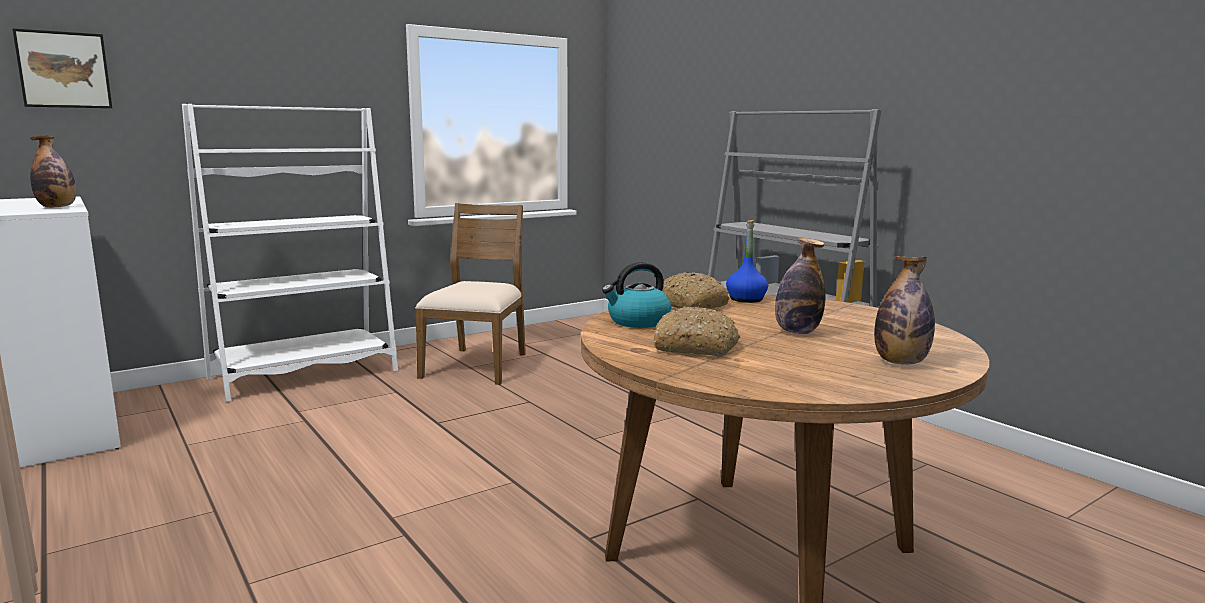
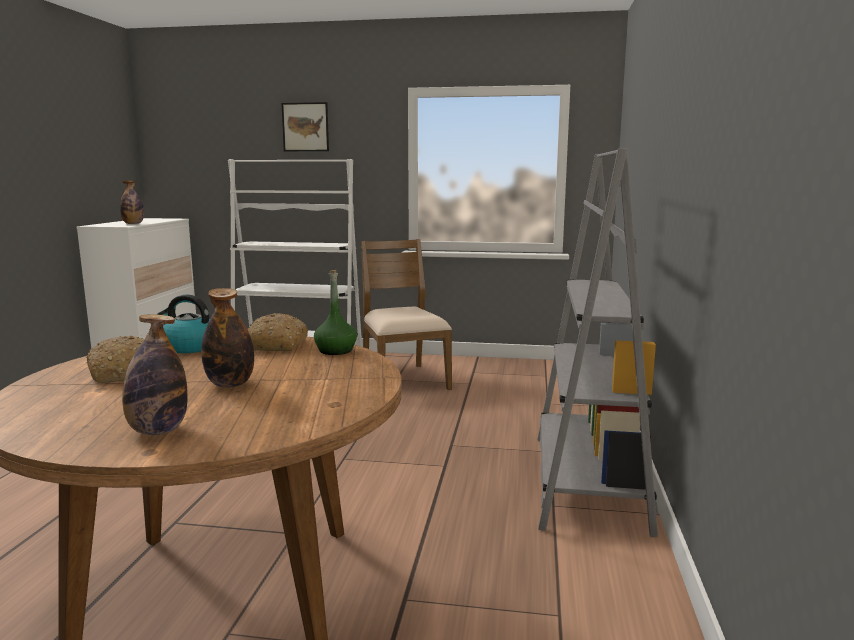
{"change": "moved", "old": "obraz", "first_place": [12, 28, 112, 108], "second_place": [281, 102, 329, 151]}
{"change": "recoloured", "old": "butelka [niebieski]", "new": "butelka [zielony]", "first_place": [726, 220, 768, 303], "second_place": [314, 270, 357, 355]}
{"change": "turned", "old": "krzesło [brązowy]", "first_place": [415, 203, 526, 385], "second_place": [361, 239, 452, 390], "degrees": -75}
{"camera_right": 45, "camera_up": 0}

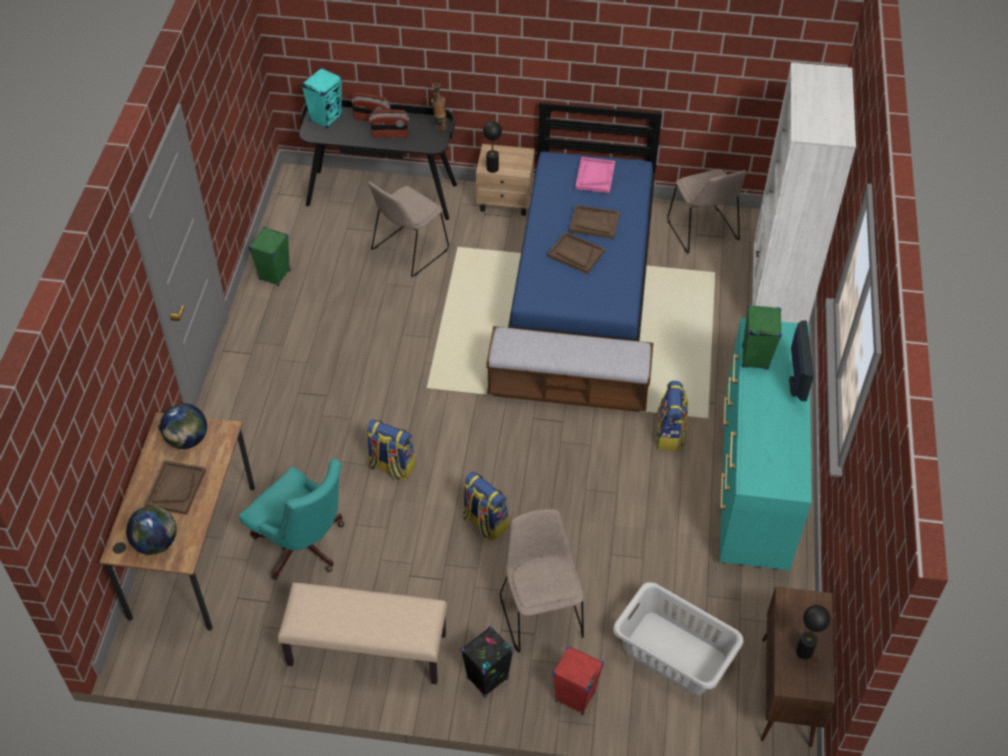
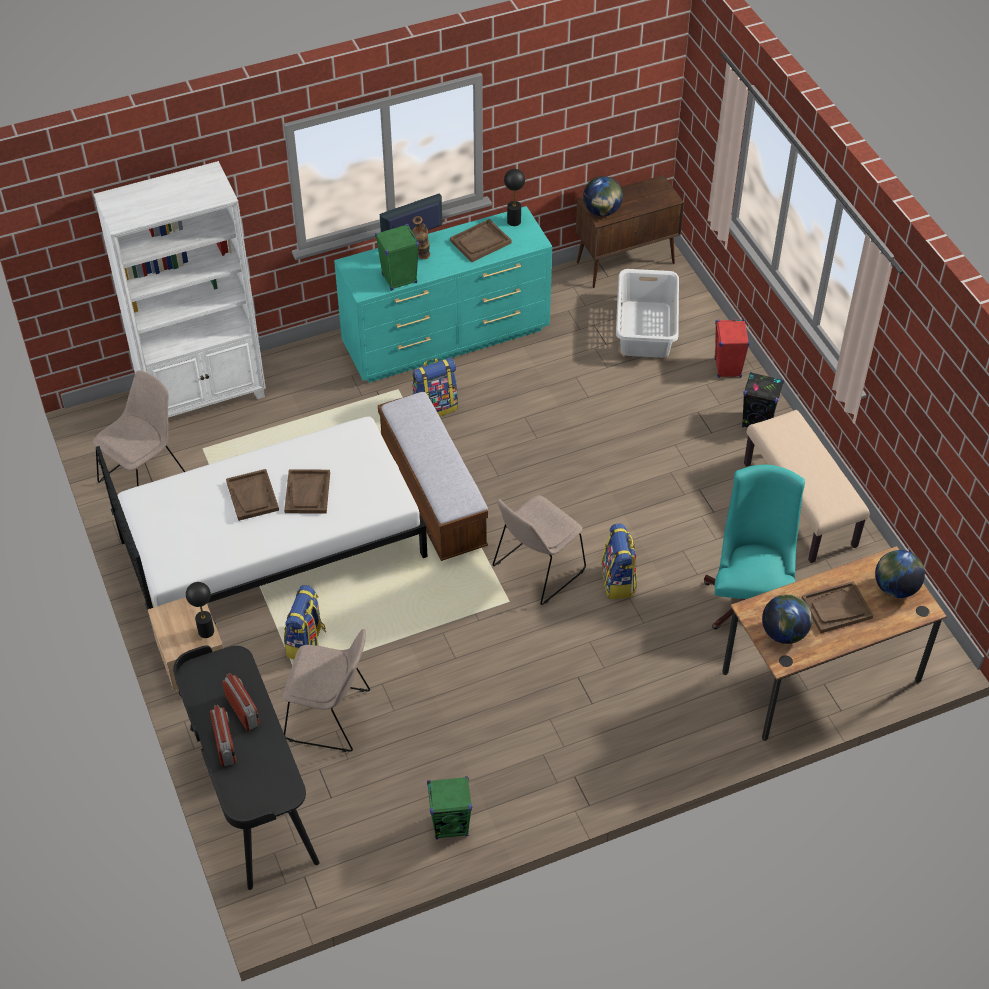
{"change": "recoloured", "old": "łóżko [niebieski]", "new": "łóżko [biały]", "first_place": [508, 102, 662, 341], "second_place": [96, 417, 428, 609]}
{"change": "moved", "old": "plecak", "first_place": [462, 471, 509, 541], "second_place": [284, 585, 326, 659]}
{"change": "moved", "old": "wazon", "first_place": [431, 83, 447, 131], "second_place": [412, 216, 430, 259]}
{"change": "added", "new": "taca [brązowy]", "second_place": [450, 219, 511, 262]}
{"change": "moved", "old": "krzesło [beżowy]", "first_place": [500, 509, 584, 652], "second_place": [493, 495, 586, 605]}
{"change": "moved", "old": "lampa stołowa [czarny]", "first_place": [796, 605, 830, 659], "second_place": [504, 169, 525, 226]}
{"change": "added", "new": "globus", "second_place": [583, 176, 623, 216]}
{"change": "removed", "old": "głośnik [turkusowy]", "first_place": [301, 68, 342, 129]}
{"change": "removed", "old": "taca [różowy]", "first_place": [575, 157, 615, 193]}
{"camera_right": -120, "camera_up": 0}

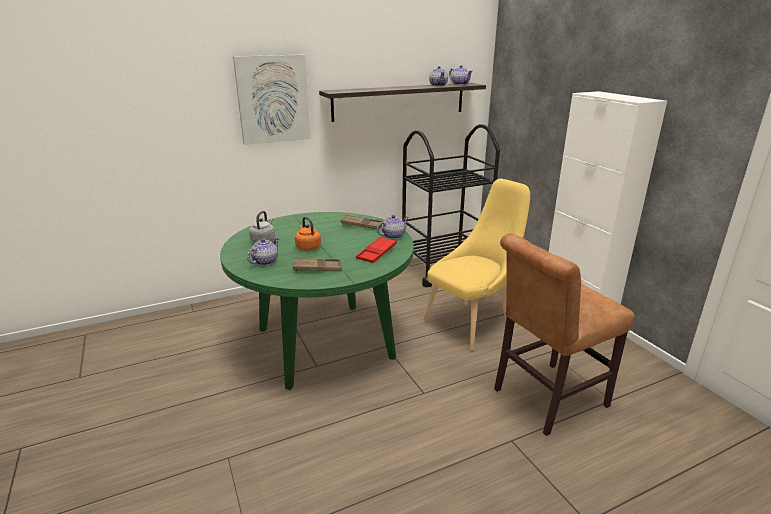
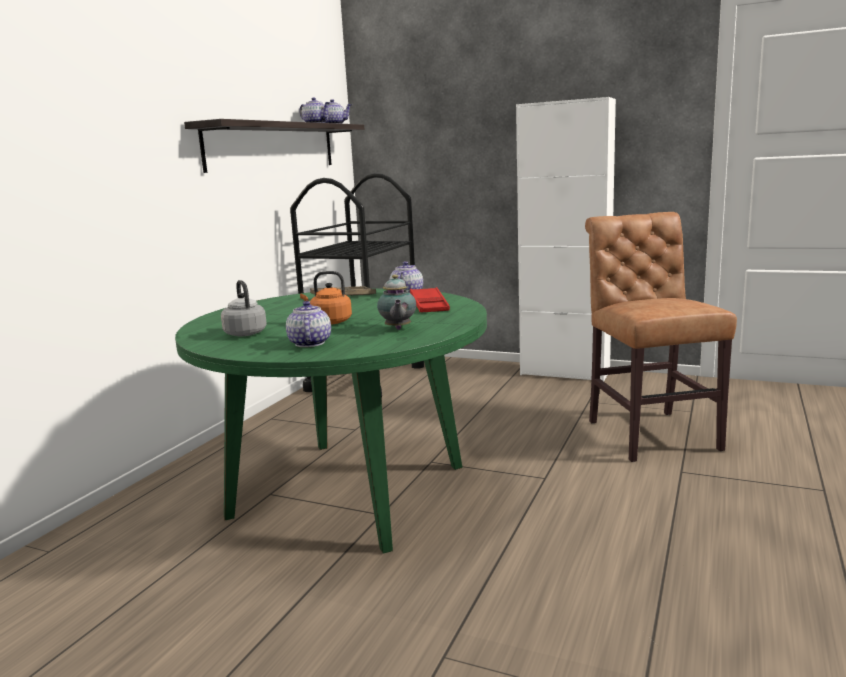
{"change": "replaced", "old": "taca [brązowy]", "new": "imbryk", "first_place": [293, 258, 342, 271], "second_place": [377, 275, 416, 330]}
{"change": "turned", "old": "krzesło [brązowy]", "first_place": [494, 233, 634, 436], "second_place": [585, 212, 737, 462], "degrees": 150}
{"change": "removed", "old": "obraz", "first_place": [233, 55, 311, 145]}
{"change": "removed", "old": "krzesło [żółty]", "first_place": [423, 179, 530, 351]}
{"camera_right": -40, "camera_up": -10}

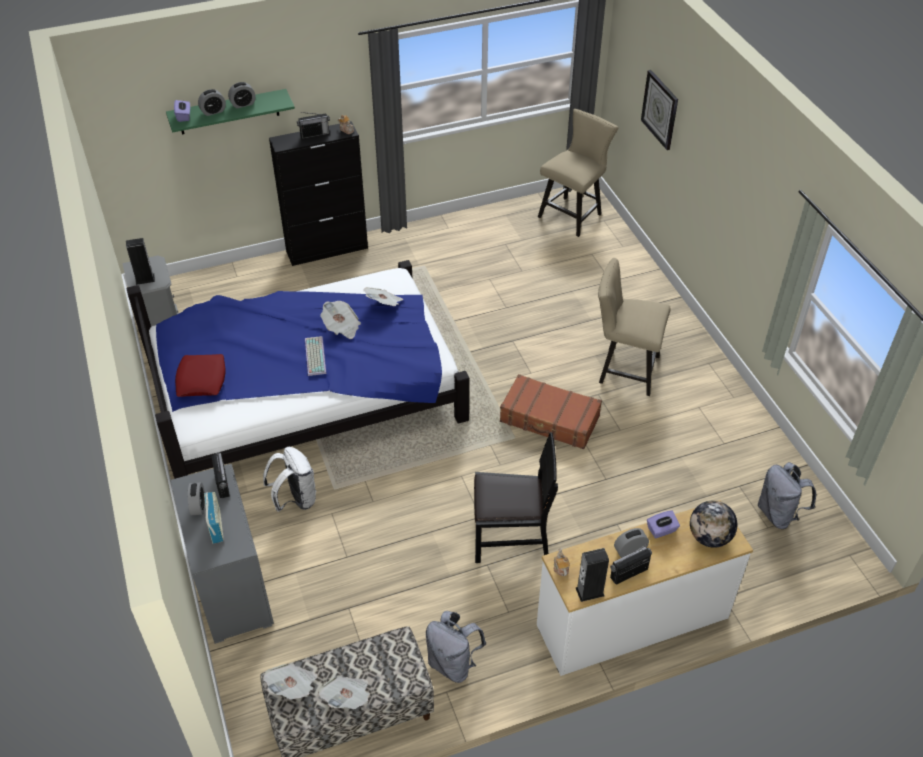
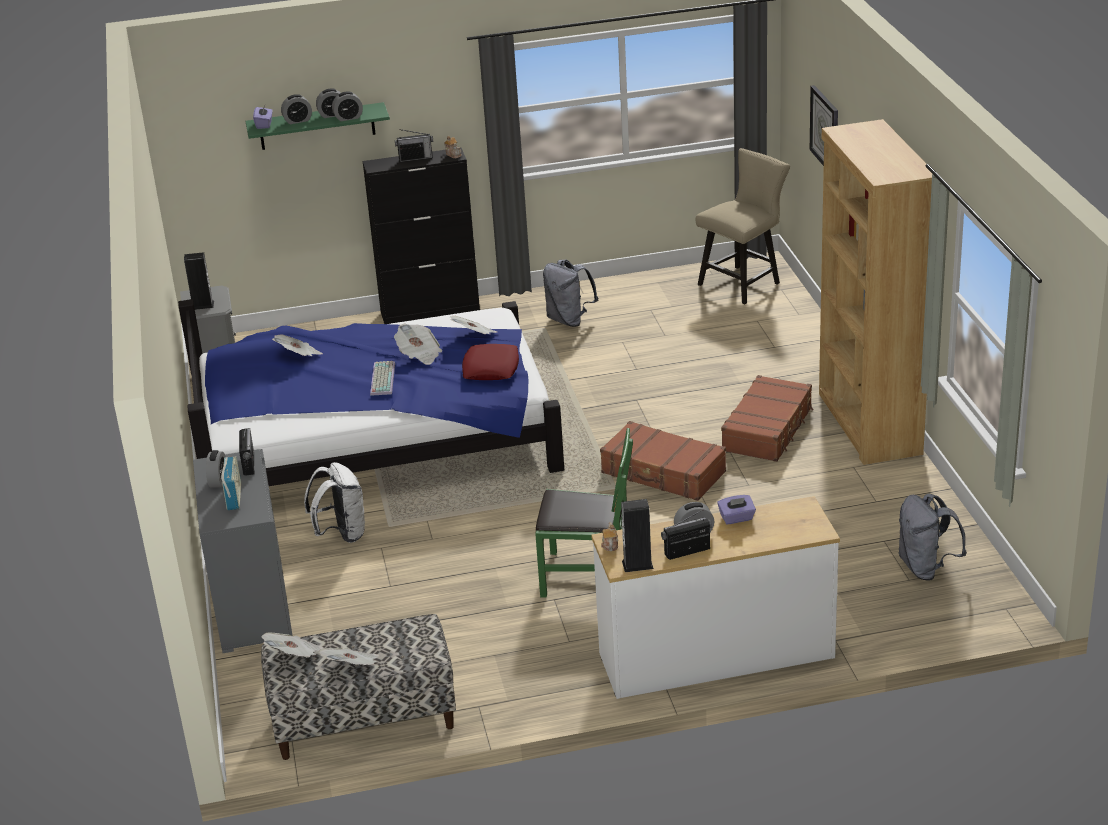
{"change": "added", "new": "gazeta", "second_place": [272, 335, 323, 356]}
{"change": "added", "new": "budzik", "second_place": [332, 91, 363, 121]}
{"change": "moved", "old": "poduszka [czerwony]", "first_place": [175, 354, 226, 397], "second_place": [462, 344, 519, 380]}
{"change": "recoloured", "old": "krzesło [czarny]", "new": "krzesło [zielony]", "first_place": [474, 432, 558, 563], "second_place": [535, 428, 633, 598]}
{"change": "moved", "old": "plecak [szary]", "first_place": [426, 611, 486, 683], "second_place": [543, 259, 598, 327]}
{"change": "replaced", "old": "krzesło [beżowy]", "new": "walizka [brązowy]", "first_place": [598, 258, 671, 396], "second_place": [721, 375, 813, 462]}
{"change": "added", "new": "regał [brązowy]", "second_place": [819, 119, 932, 465]}
{"change": "removed", "old": "globus", "first_place": [690, 501, 737, 548]}
{"camera_right": 10, "camera_up": -15}

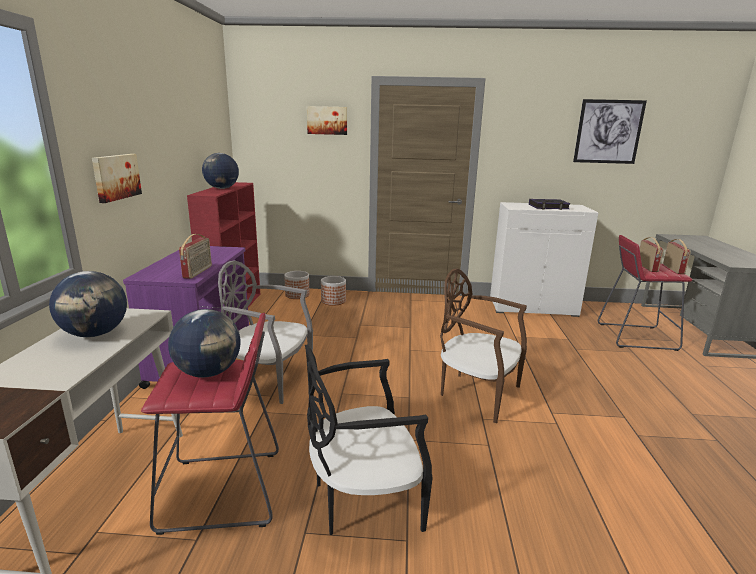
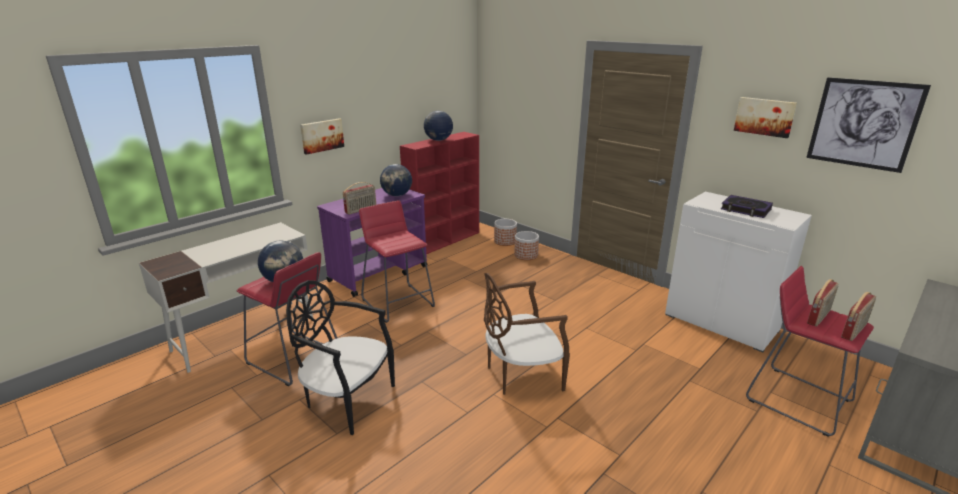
{"change": "replaced", "old": "krzesło [szary]", "new": "stołek [czerwony]", "first_place": [218, 260, 313, 404], "second_place": [359, 200, 435, 323]}
{"change": "moved", "old": "globus", "first_place": [49, 271, 127, 337], "second_place": [380, 164, 412, 196]}
{"change": "turned", "old": "krzesło [brązowy]", "first_place": [440, 268, 527, 423], "second_place": [484, 273, 570, 395], "degrees": -90}
{"change": "moved", "old": "obraz", "first_place": [307, 106, 347, 135], "second_place": [734, 97, 797, 138]}
{"camera_right": 40, "camera_up": 5}

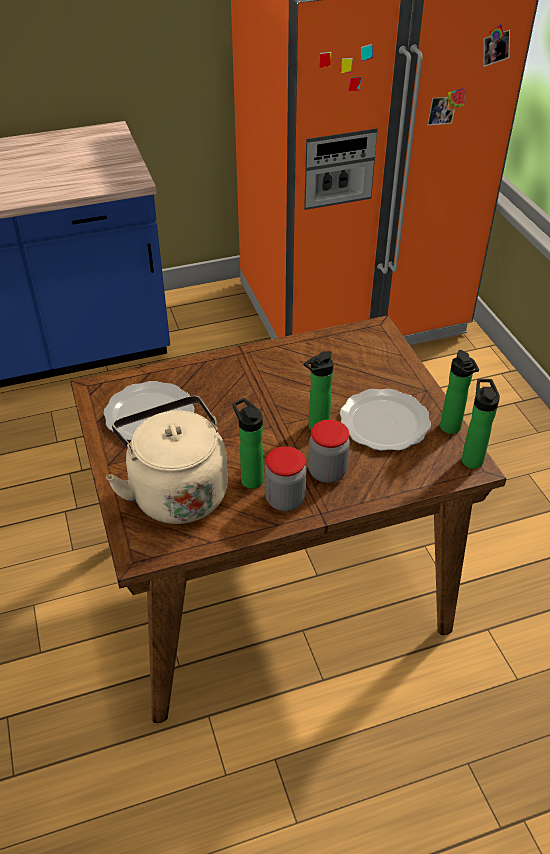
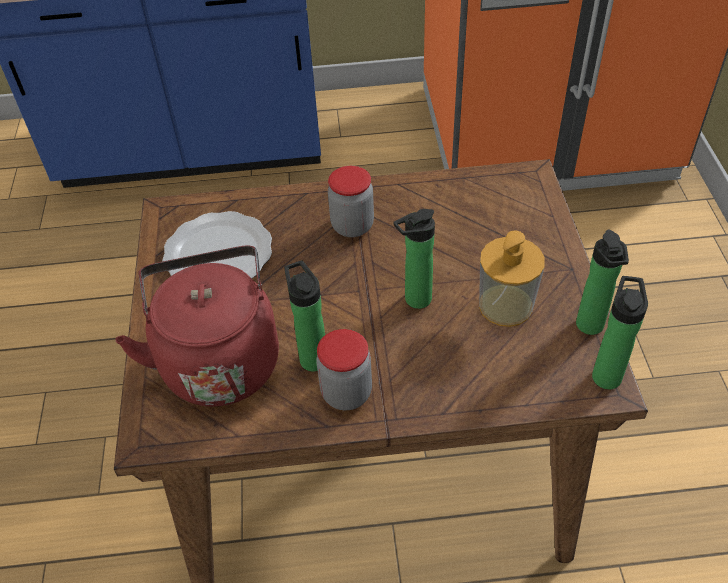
{"change": "recoloured", "old": "czajnik [beżowy]", "new": "czajnik [czerwony]", "first_place": [106, 396, 228, 524], "second_place": [115, 245, 279, 407]}
{"change": "moved", "old": "słoik", "first_place": [308, 420, 350, 483], "second_place": [328, 166, 374, 237]}
{"change": "replaced", "old": "talerz", "new": "dozownik mydła", "first_place": [340, 389, 431, 451], "second_place": [479, 230, 545, 327]}
{"camera_right": 15, "camera_up": 5}

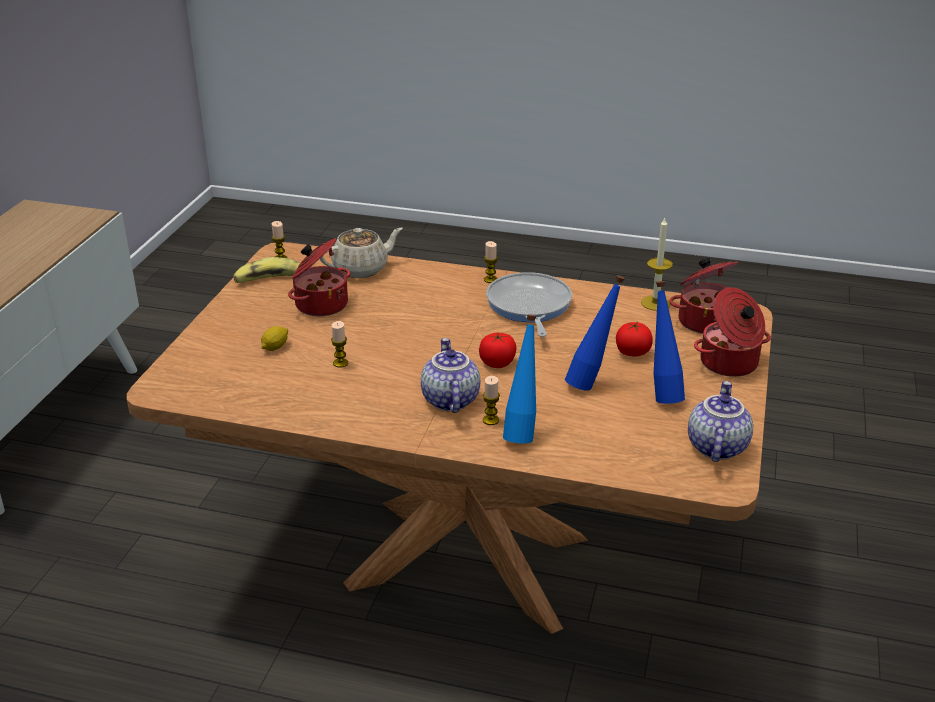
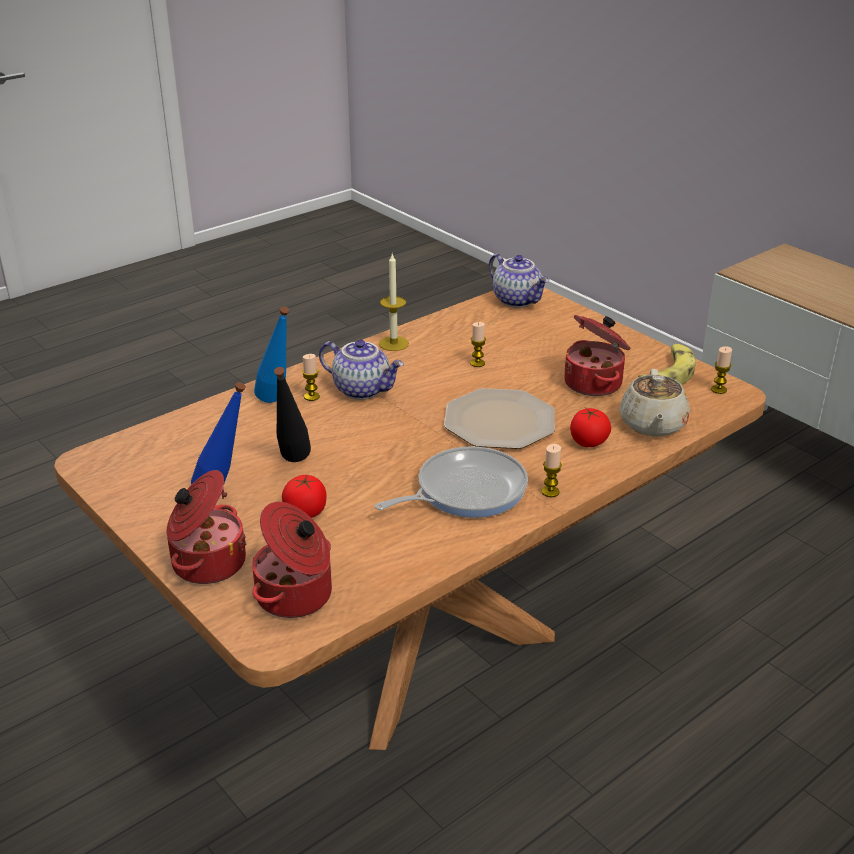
{"change": "recoloured", "old": "butelka [niebieski]", "new": "butelka [czarny]", "first_place": [565, 275, 625, 391], "second_place": [274, 367, 311, 462]}
{"change": "turned", "old": "patelnia", "first_place": [486, 272, 572, 337], "second_place": [375, 446, 528, 518], "degrees": -60}
{"change": "moved", "old": "świeca", "first_place": [641, 218, 673, 311], "second_place": [379, 254, 409, 351]}
{"change": "added", "new": "talerz", "second_place": [444, 388, 555, 449]}
{"change": "moved", "old": "imbryk", "first_place": [688, 381, 753, 462], "second_place": [489, 254, 549, 308]}
{"change": "moved", "old": "pomidor", "first_place": [479, 333, 516, 368], "second_place": [570, 408, 611, 447]}
{"change": "removed", "old": "cytryna", "first_place": [261, 326, 288, 351]}
{"camera_right": 125, "camera_up": 0}

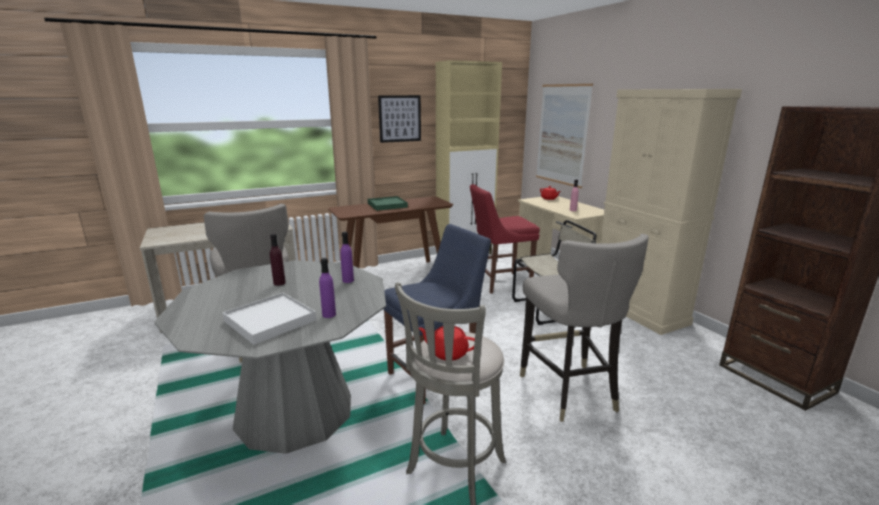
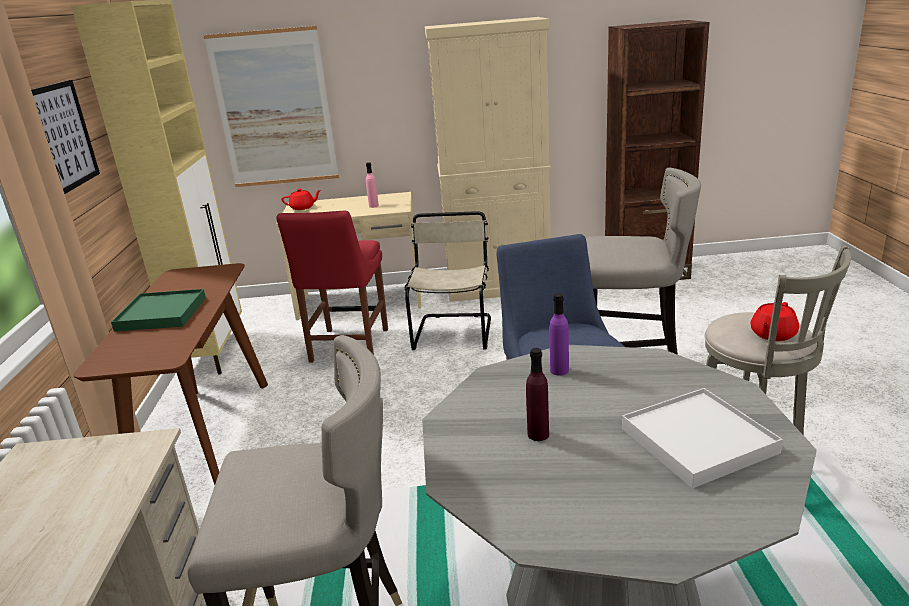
{"change": "removed", "old": "butelka [fioletowy]", "first_place": [319, 258, 336, 318]}
{"camera_right": -65, "camera_up": 5}

